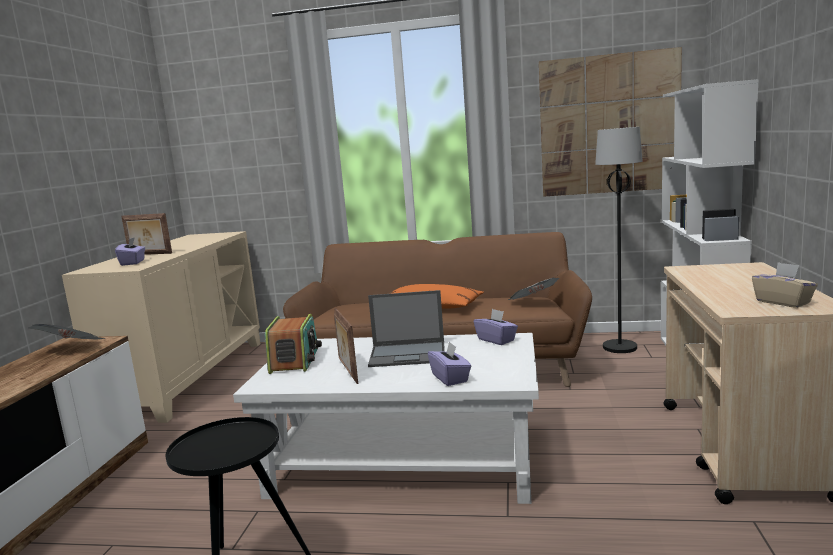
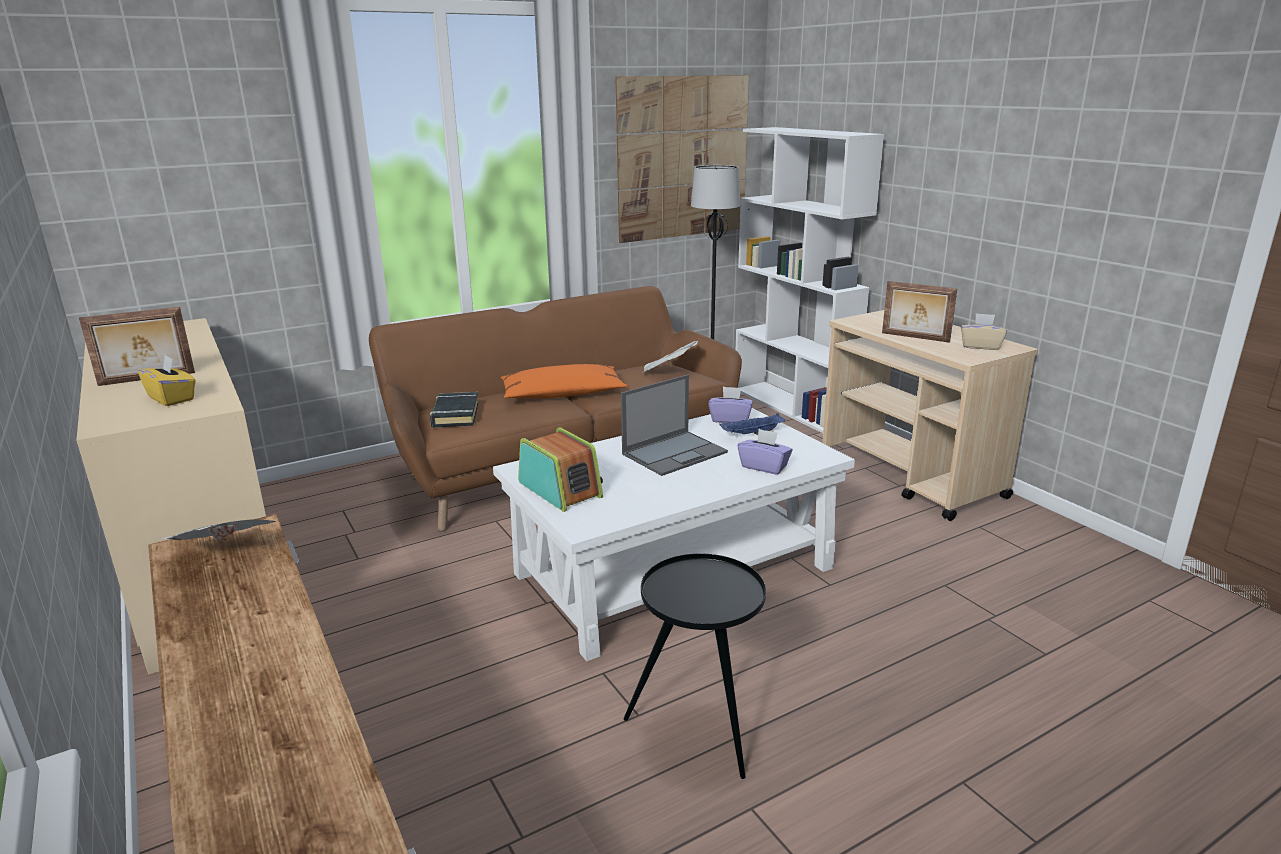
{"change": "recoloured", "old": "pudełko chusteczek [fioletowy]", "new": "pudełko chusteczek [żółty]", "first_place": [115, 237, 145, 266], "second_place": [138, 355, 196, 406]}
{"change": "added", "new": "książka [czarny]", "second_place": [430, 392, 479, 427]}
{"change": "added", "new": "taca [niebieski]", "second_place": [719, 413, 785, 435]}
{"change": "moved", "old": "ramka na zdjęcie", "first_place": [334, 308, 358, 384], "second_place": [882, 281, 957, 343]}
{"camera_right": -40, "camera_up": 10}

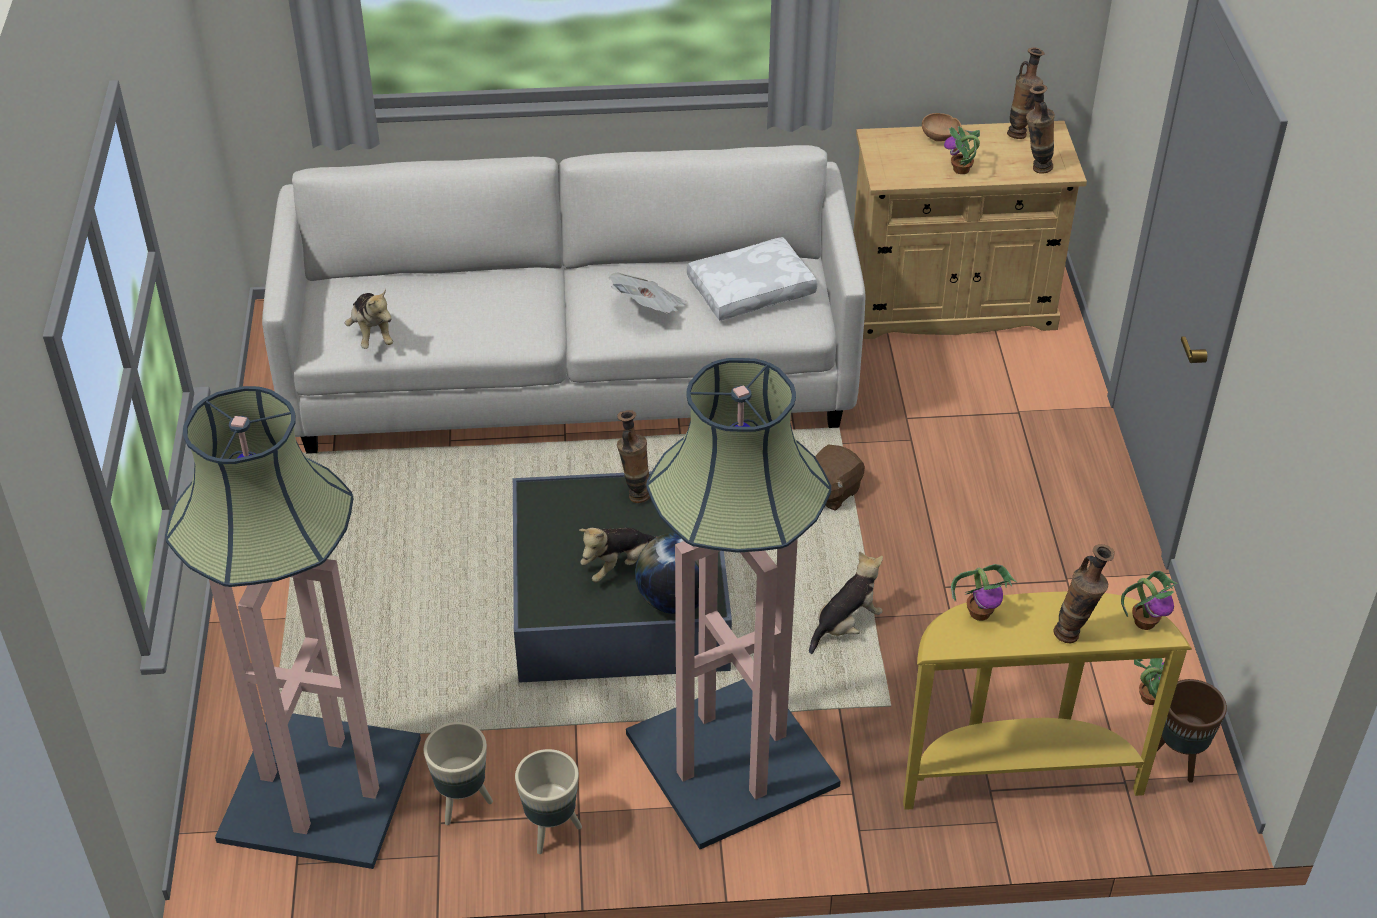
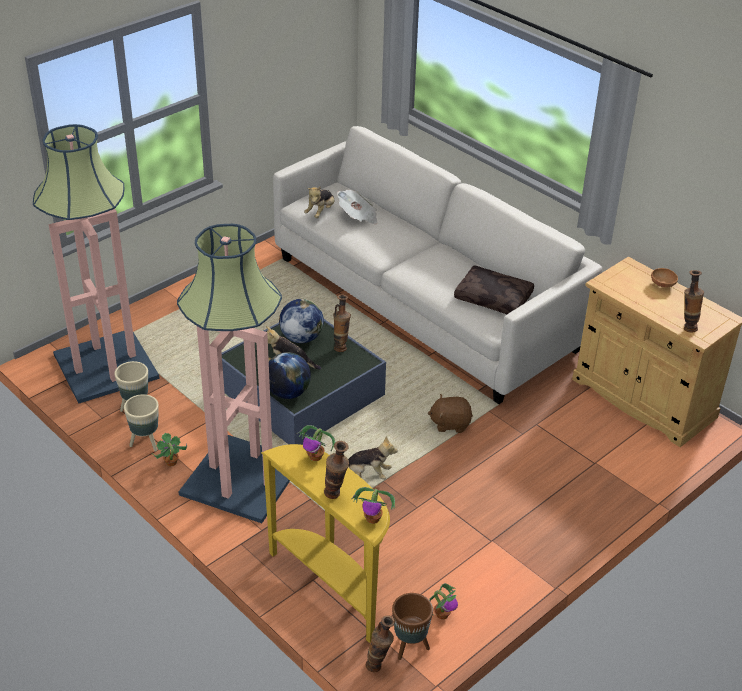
{"change": "moved", "old": "roślina doniczkowa", "first_place": [944, 126, 980, 174], "second_place": [153, 433, 187, 466]}
{"change": "added", "new": "globus", "second_place": [279, 299, 324, 343]}
{"change": "moved", "old": "gazeta", "first_place": [609, 273, 688, 313], "second_place": [337, 190, 377, 224]}
{"change": "moved", "old": "wazon", "first_place": [1007, 48, 1045, 139], "second_place": [366, 615, 395, 672]}
{"change": "recoloured", "old": "poduszka [biały]", "new": "poduszka [brązowy]", "first_place": [687, 237, 817, 320], "second_place": [454, 266, 534, 314]}
{"camera_right": 50, "camera_up": -5}

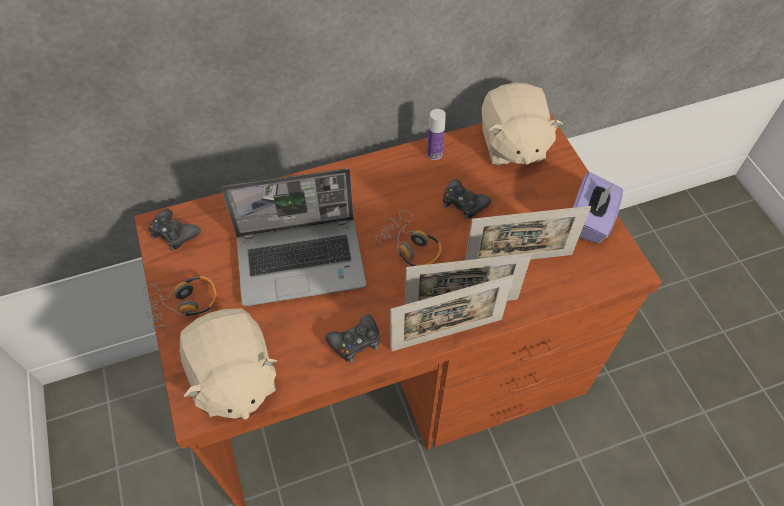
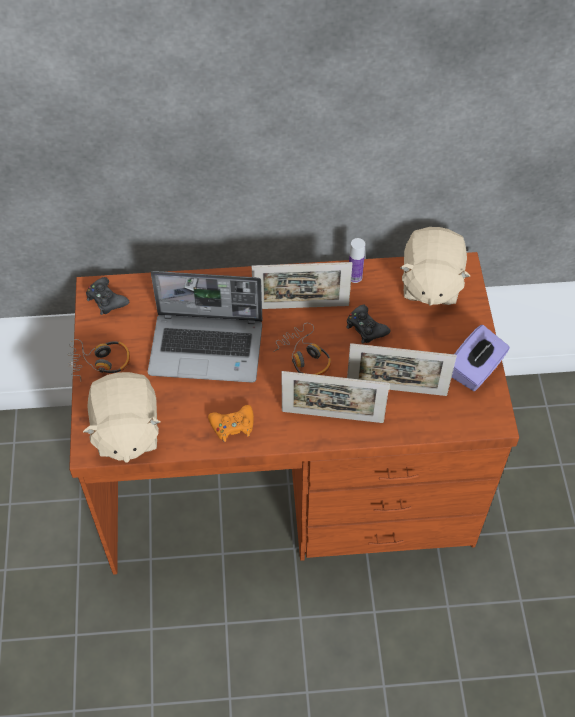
{"change": "recoloured", "old": "pad do gier [czarny]", "new": "pad do gier [pomarańczowy]", "first_place": [325, 314, 380, 363], "second_place": [208, 405, 254, 442]}
{"change": "moved", "old": "ramka na zdjęcie", "first_place": [390, 275, 514, 352], "second_place": [252, 262, 352, 309]}
{"camera_right": 15, "camera_up": 0}

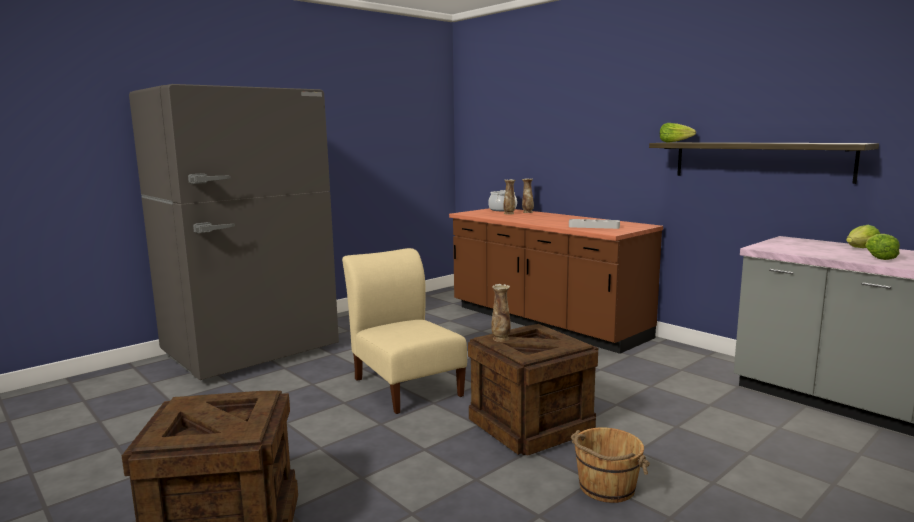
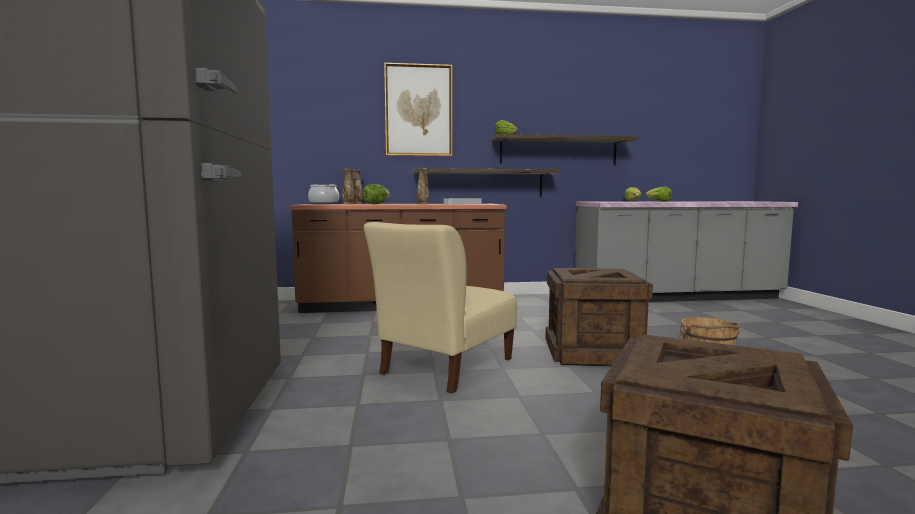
{"change": "added", "new": "sałata", "second_place": [363, 184, 390, 204]}
{"change": "turned", "old": "krzesło [beżowy]", "first_place": [342, 248, 467, 414], "second_place": [364, 222, 517, 393], "degrees": -60}
{"change": "added", "new": "obraz", "second_place": [384, 63, 452, 156]}
{"change": "added", "new": "półka", "second_place": [413, 168, 560, 196]}
{"change": "moved", "old": "wazon", "first_place": [491, 284, 511, 342], "second_place": [417, 168, 429, 205]}
{"camera_right": -55, "camera_up": -5}

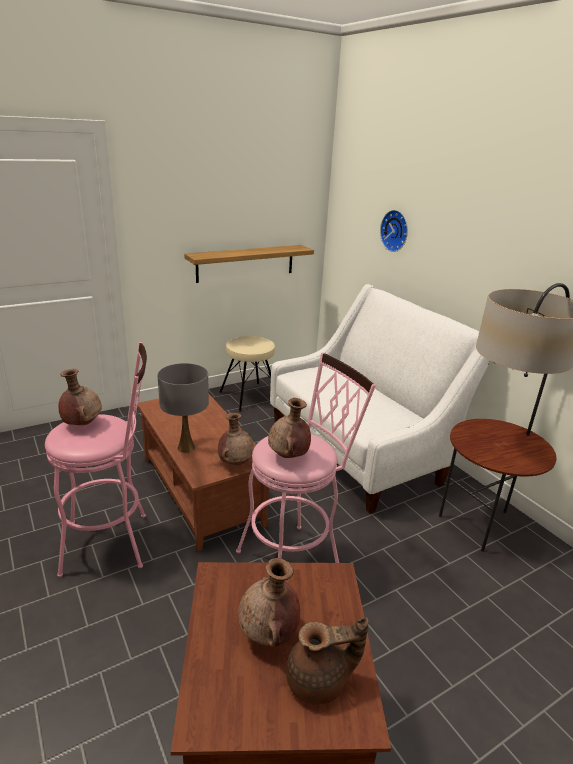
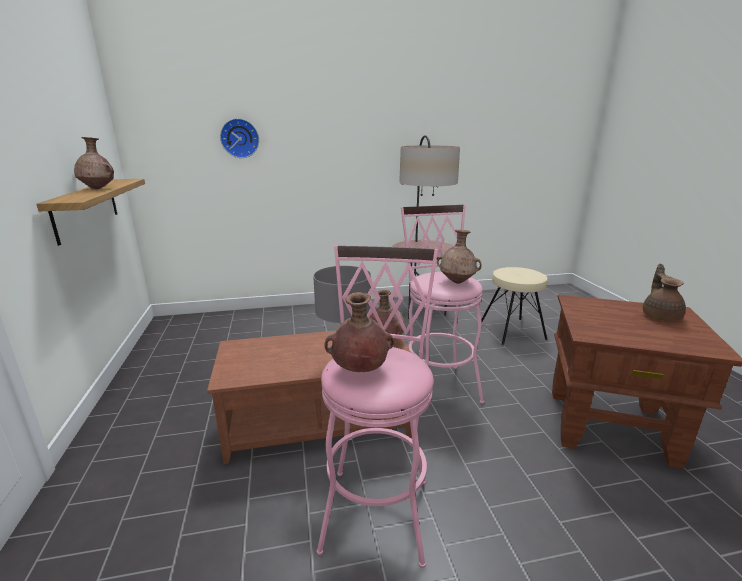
{"change": "moved", "old": "wazon [brązowy]", "first_place": [238, 558, 300, 647], "second_place": [74, 137, 114, 189]}
{"change": "moved", "old": "stołek [beżowy]", "first_place": [219, 336, 275, 412], "second_place": [481, 267, 548, 345]}
{"change": "removed", "old": "kanapa [biały]", "first_place": [270, 284, 490, 514]}
{"camera_right": -70, "camera_up": -5}

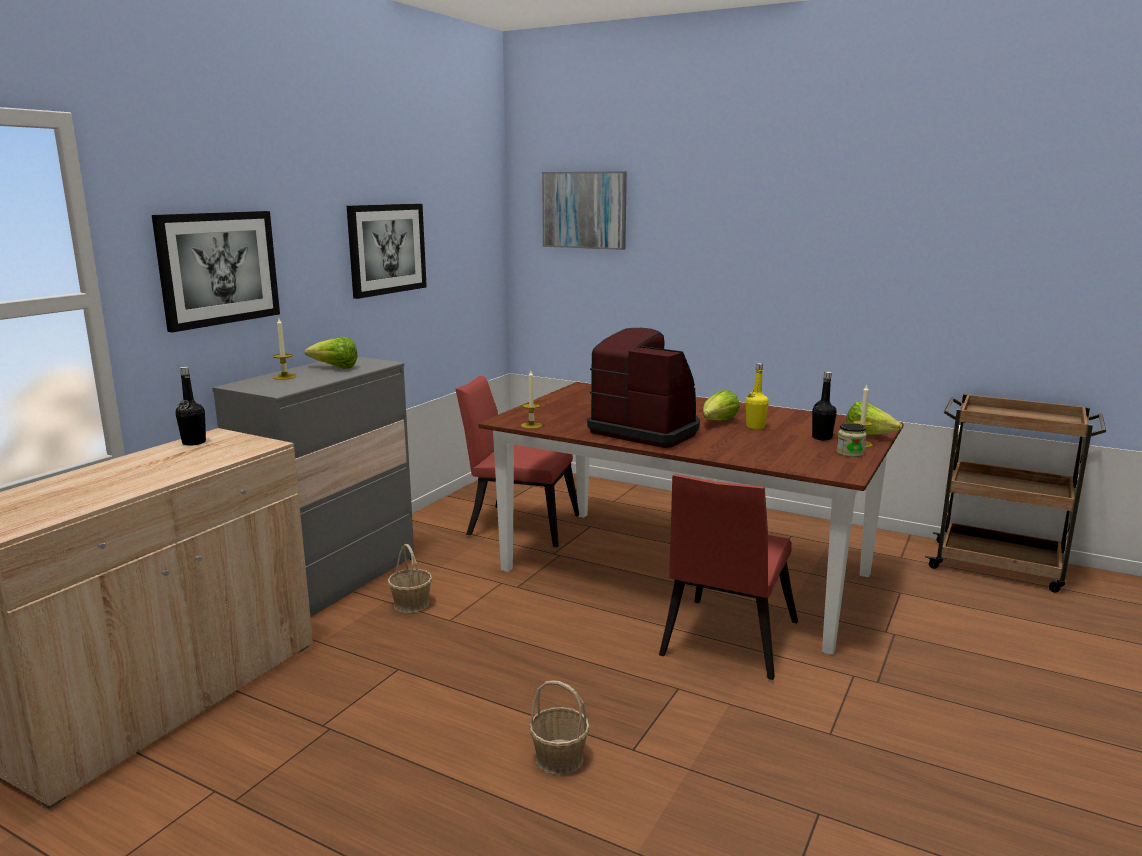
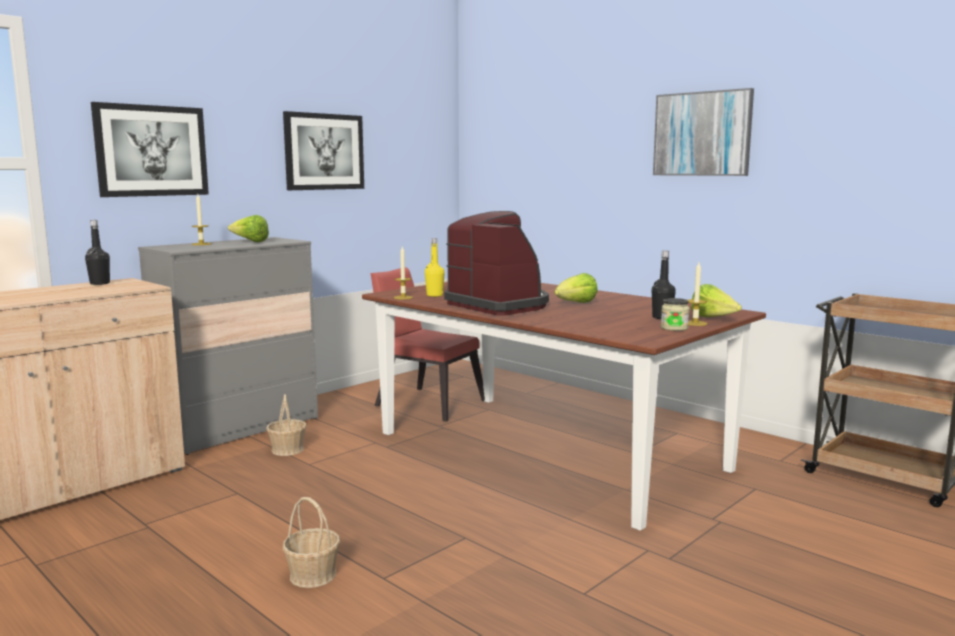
{"change": "moved", "old": "butelka [żółty]", "first_place": [746, 363, 769, 429], "second_place": [425, 238, 445, 297]}
{"change": "moved", "old": "obraz", "first_place": [542, 171, 627, 250], "second_place": [653, 88, 754, 176]}
{"change": "removed", "old": "krzesło [czerwony]", "first_place": [659, 474, 798, 680]}
{"camera_right": 15, "camera_up": -5}

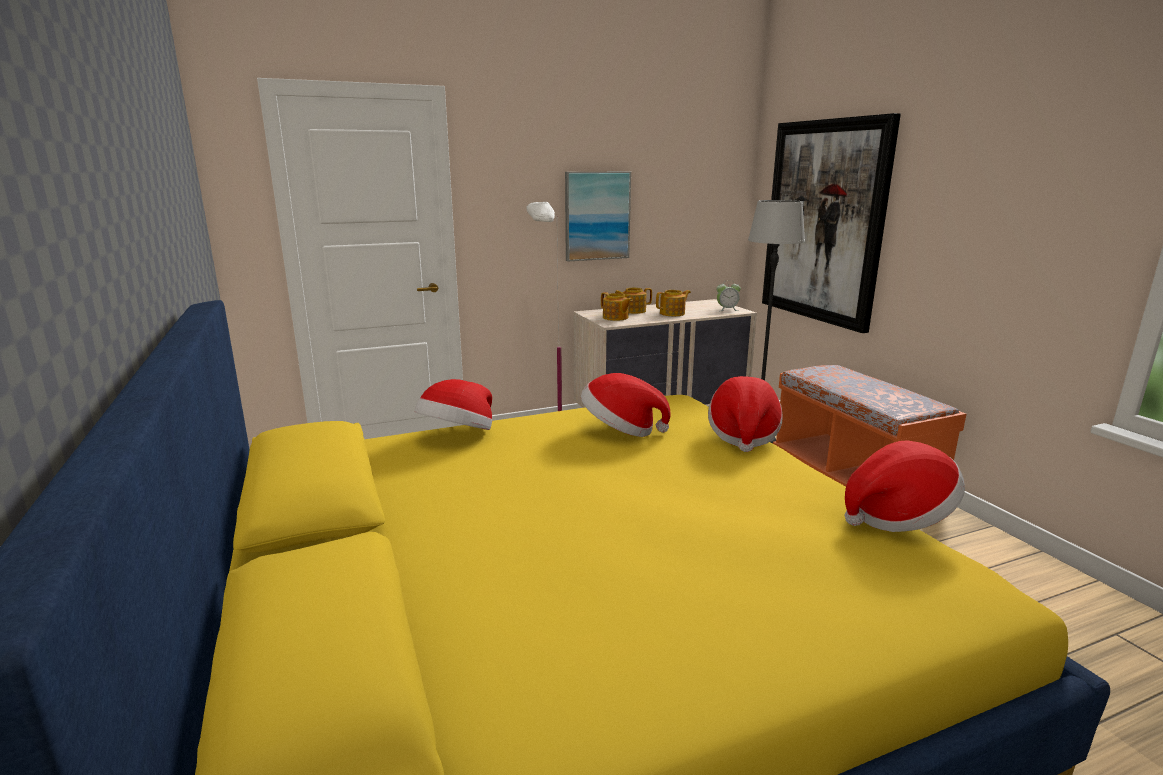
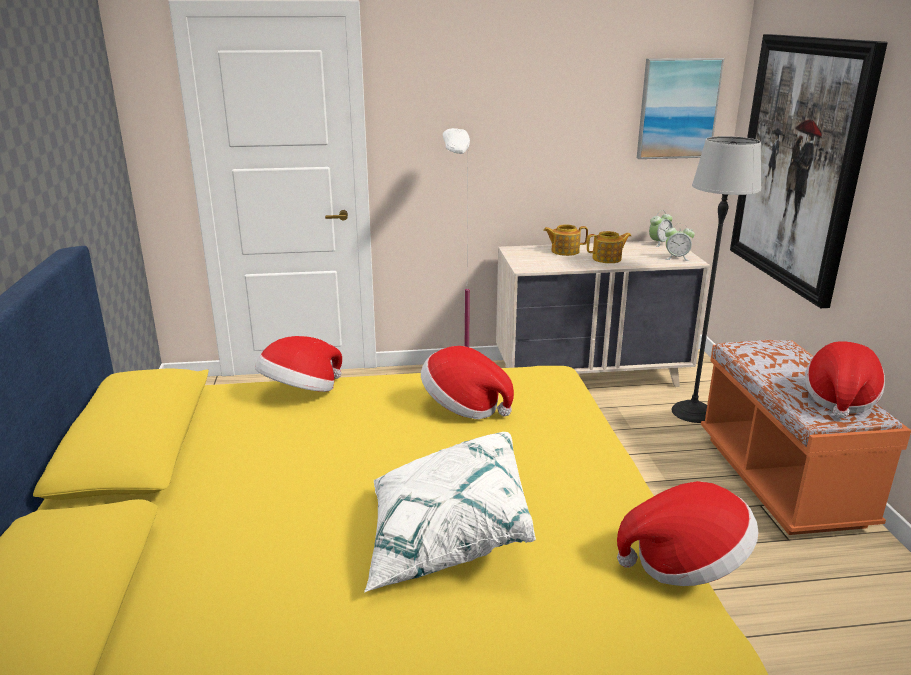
{"change": "added", "new": "poduszka [biały]", "second_place": [364, 432, 536, 593]}
{"change": "moved", "old": "obraz", "first_place": [565, 172, 631, 261], "second_place": [637, 58, 724, 159]}
{"change": "added", "new": "budzik", "second_place": [649, 211, 673, 247]}
{"change": "moved", "old": "kapelusz", "first_place": [708, 376, 782, 452], "second_place": [805, 341, 885, 418]}
{"change": "removed", "old": "imbryk", "first_place": [601, 292, 632, 321]}
{"camera_right": 15, "camera_up": 5}

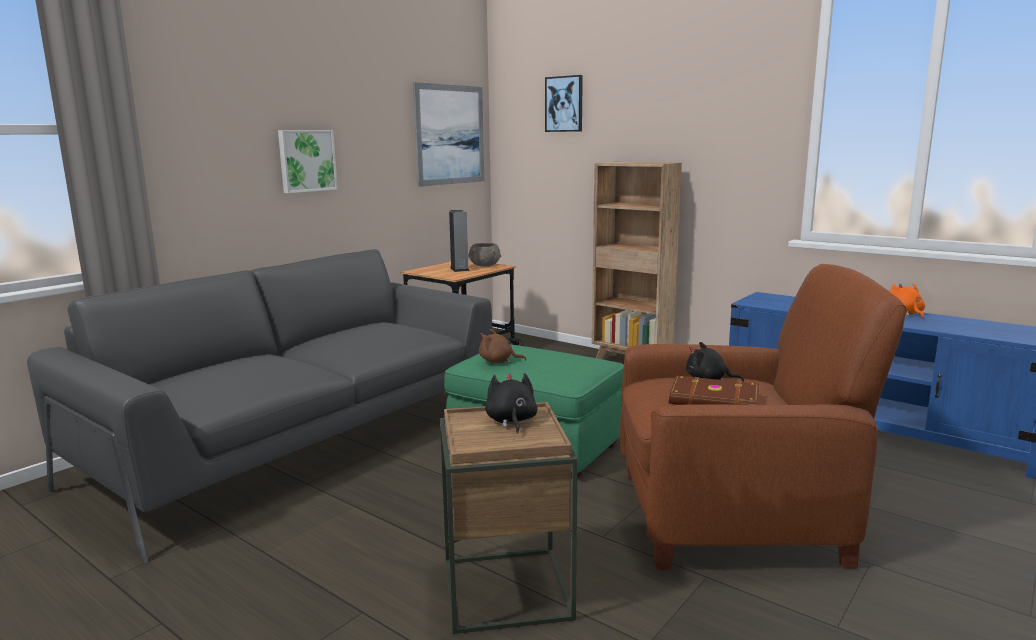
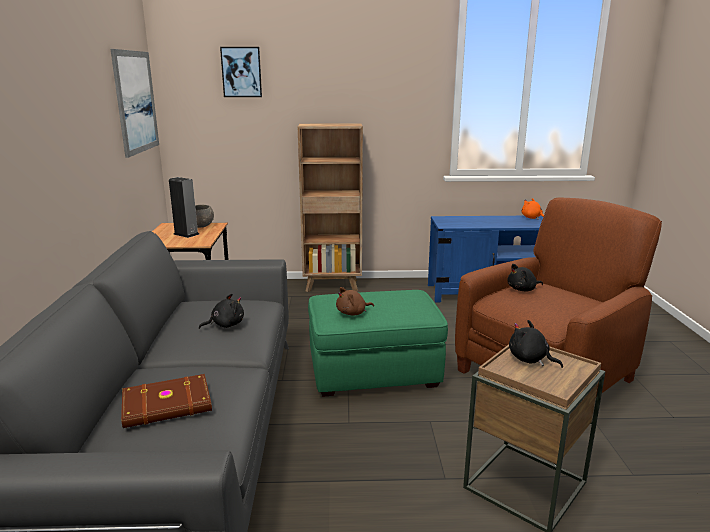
{"change": "moved", "old": "książka [brązowy]", "first_place": [669, 376, 759, 405], "second_place": [121, 374, 212, 428]}
{"change": "added", "new": "pluszak [czarny]", "second_place": [199, 294, 244, 329]}
{"change": "removed", "old": "obraz", "first_place": [278, 130, 338, 193]}
{"camera_right": -40, "camera_up": 5}

